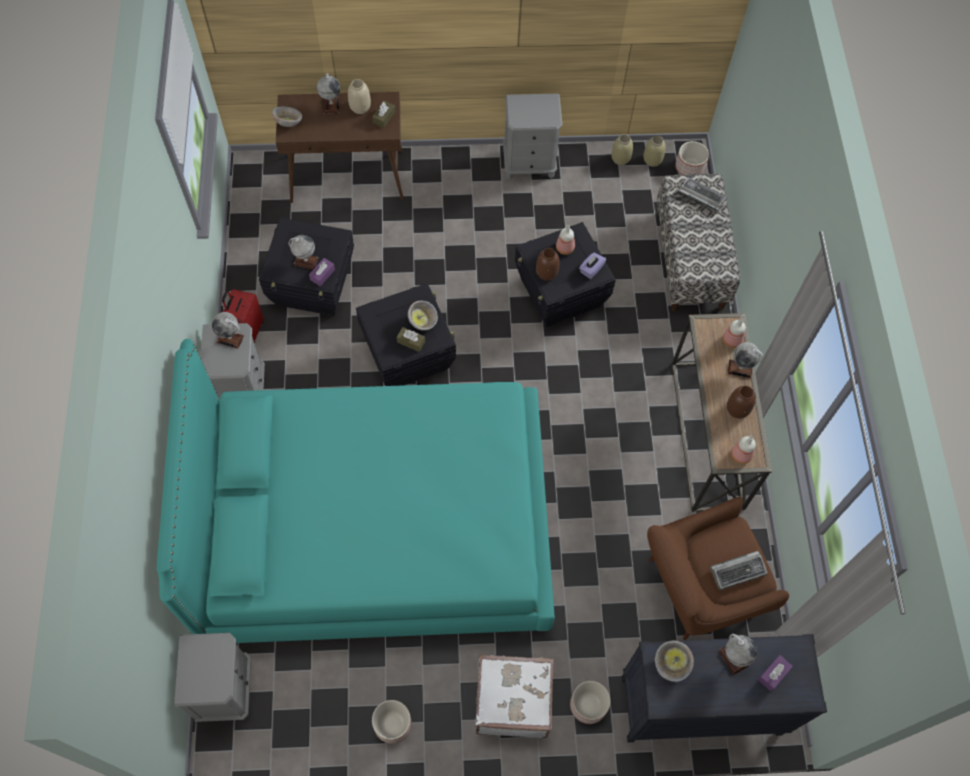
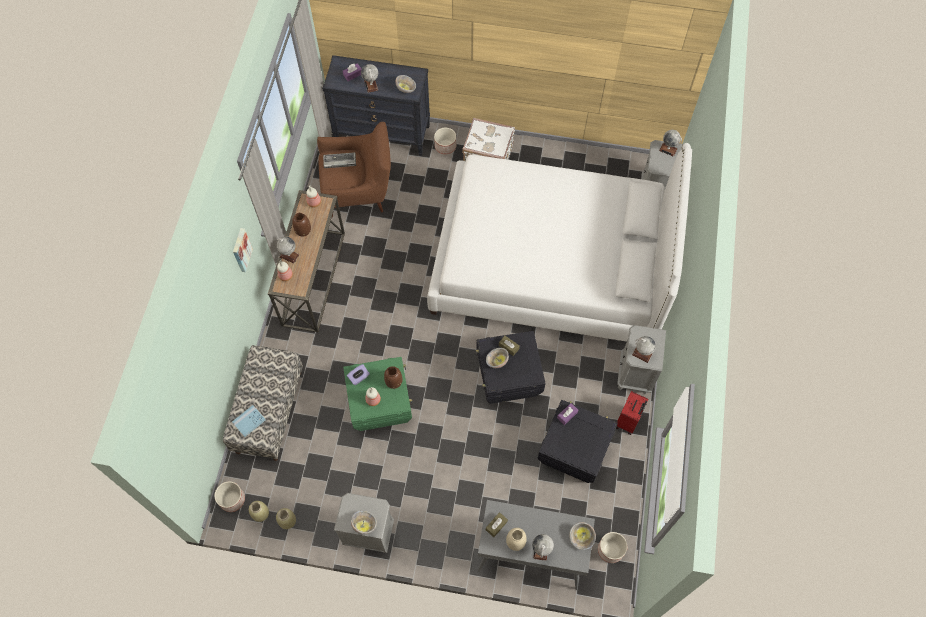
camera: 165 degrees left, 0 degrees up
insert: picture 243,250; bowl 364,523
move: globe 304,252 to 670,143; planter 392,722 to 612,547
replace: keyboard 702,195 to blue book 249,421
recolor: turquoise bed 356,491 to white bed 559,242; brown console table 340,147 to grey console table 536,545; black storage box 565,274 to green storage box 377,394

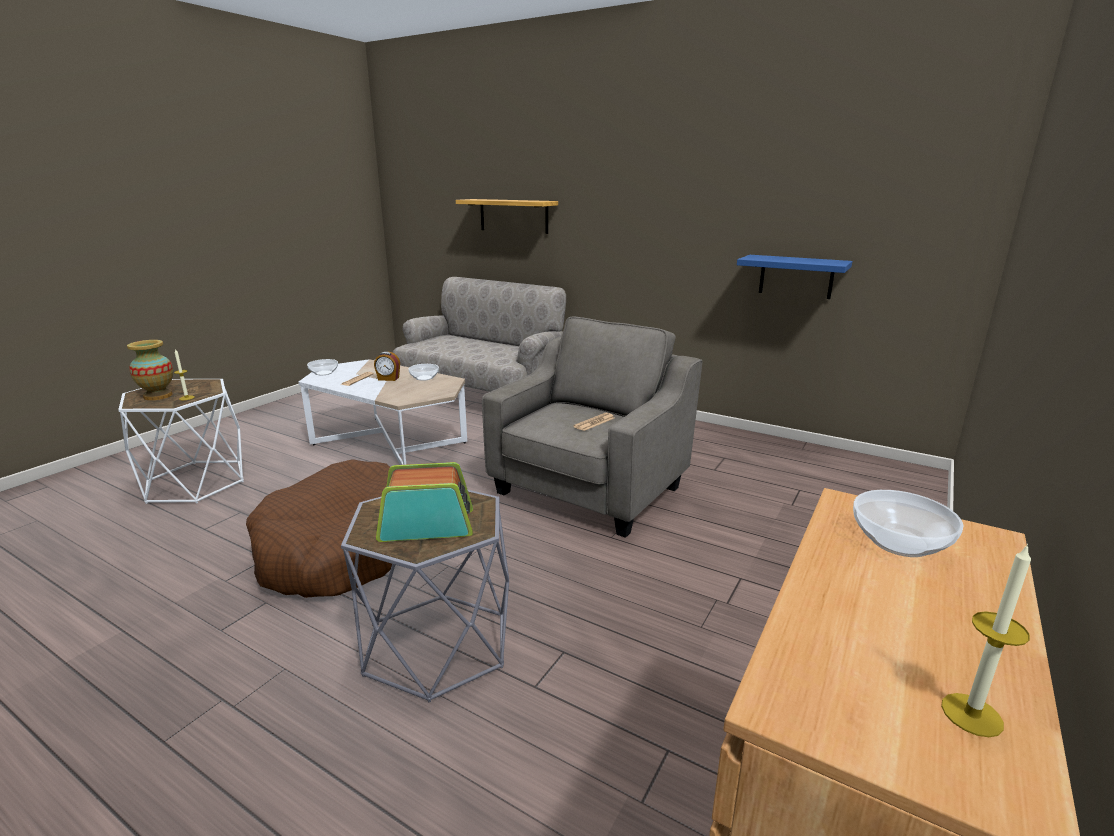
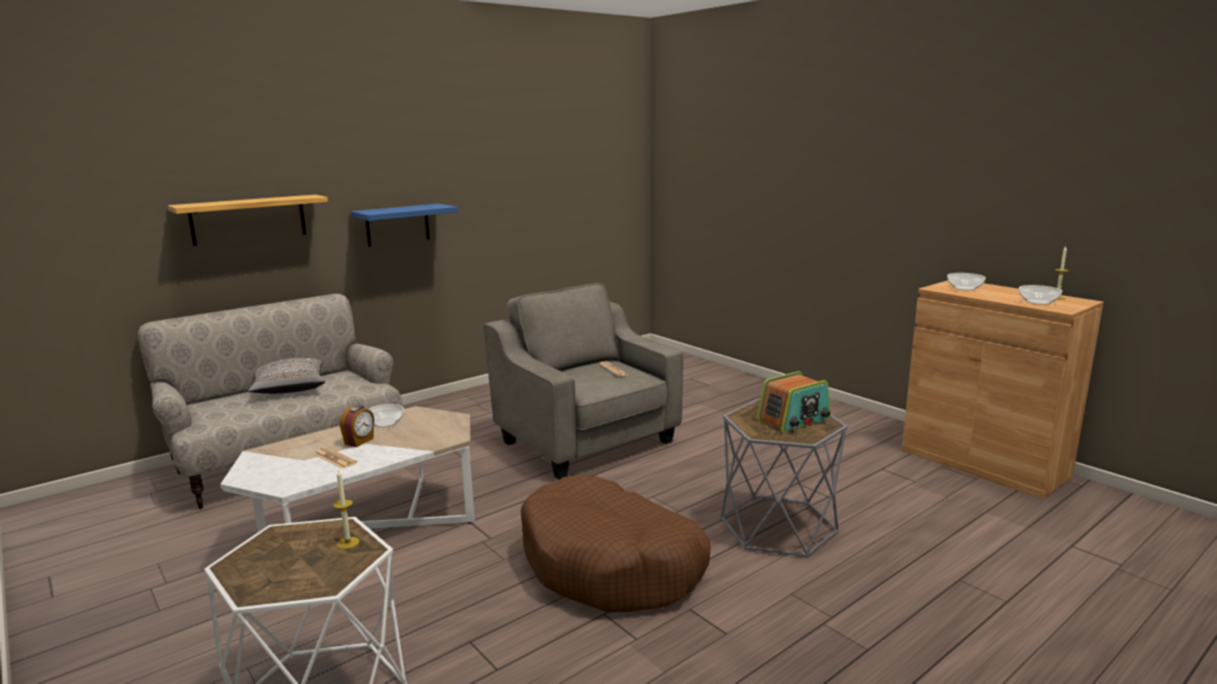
camera: 70 degrees left, 5 degrees down
delete: vase 150,370
insert: grey pillow 286,376
move: bowl 322,367 to 1040,295; blue shelf 794,277 to 404,225
rotate: radio 424,502 = 793,402 135 degrees counterclockwise

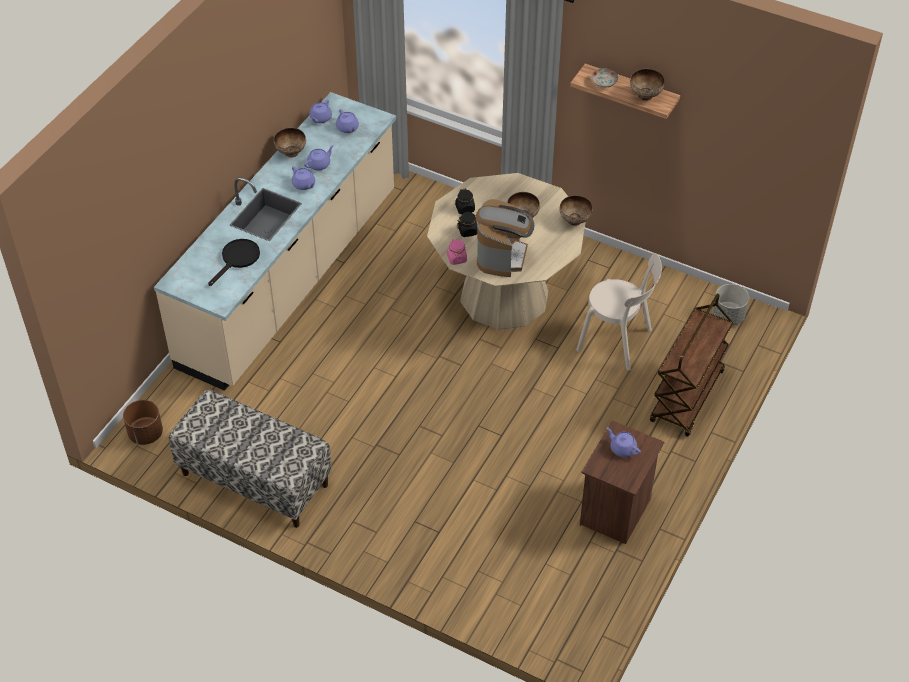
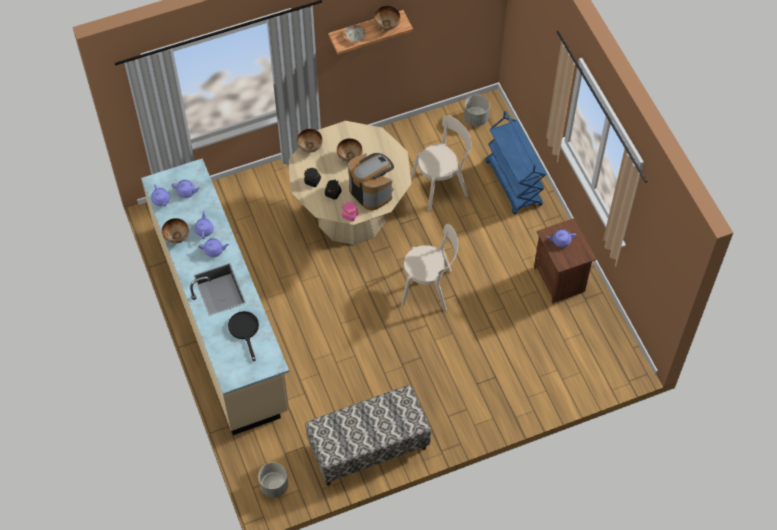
camera: 50 degrees left, 10 degrees up
insert: beige chair 429,267
move: bowl 576,210 to 310,140
recolor: brown planter 143,422 to grey planter 273,480; brown cart 691,364 to blue cart 515,163

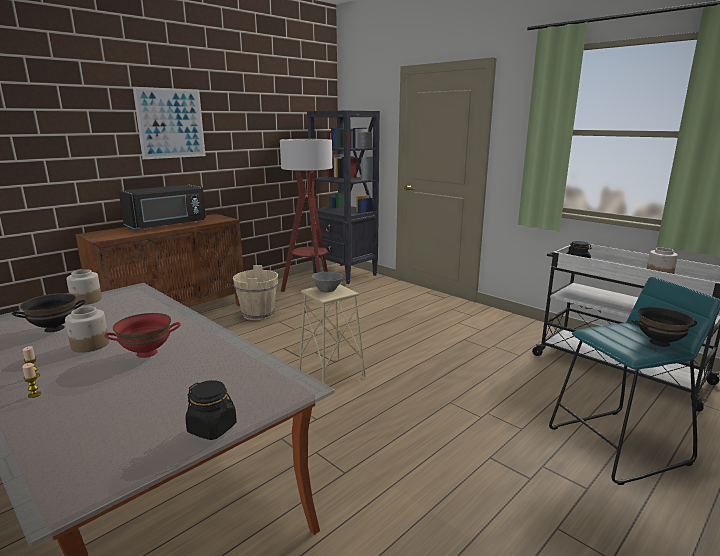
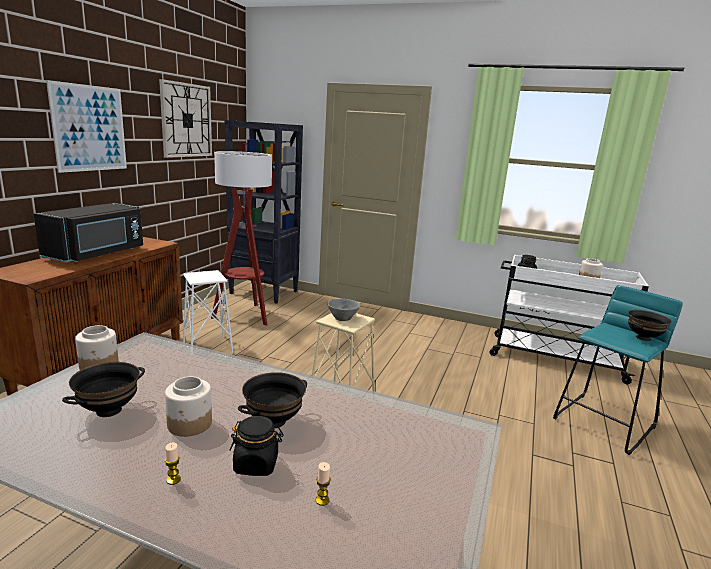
camera: 25 degrees left, 0 degrees up
insert: wall clock 185,118
move: candle 31,380 to 323,484; black jar 211,410 to 257,446
replace: beige bucket 255,292 to white stool 208,312
recolor: red bowl 142,335 to black bowl 272,400

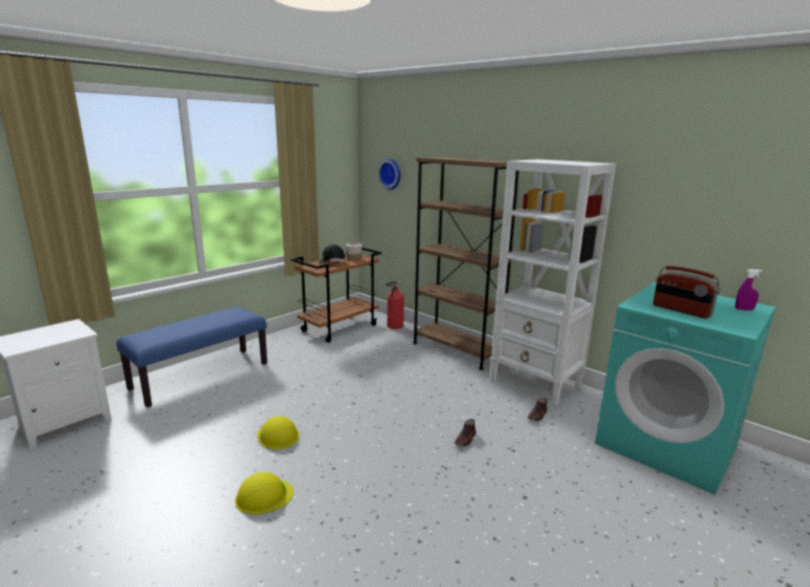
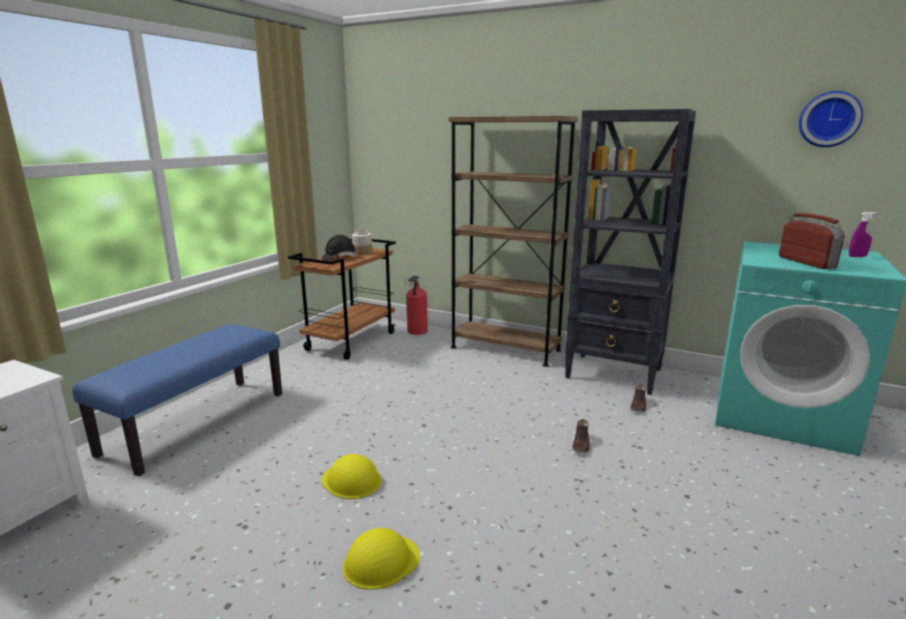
camera: 15 degrees left, 0 degrees up
move: wall clock 389,174 to 831,119
recolor: white bookcase 553,283 to black bookcase 630,252
rotate: radio 686,292 = 812,241 135 degrees counterclockwise

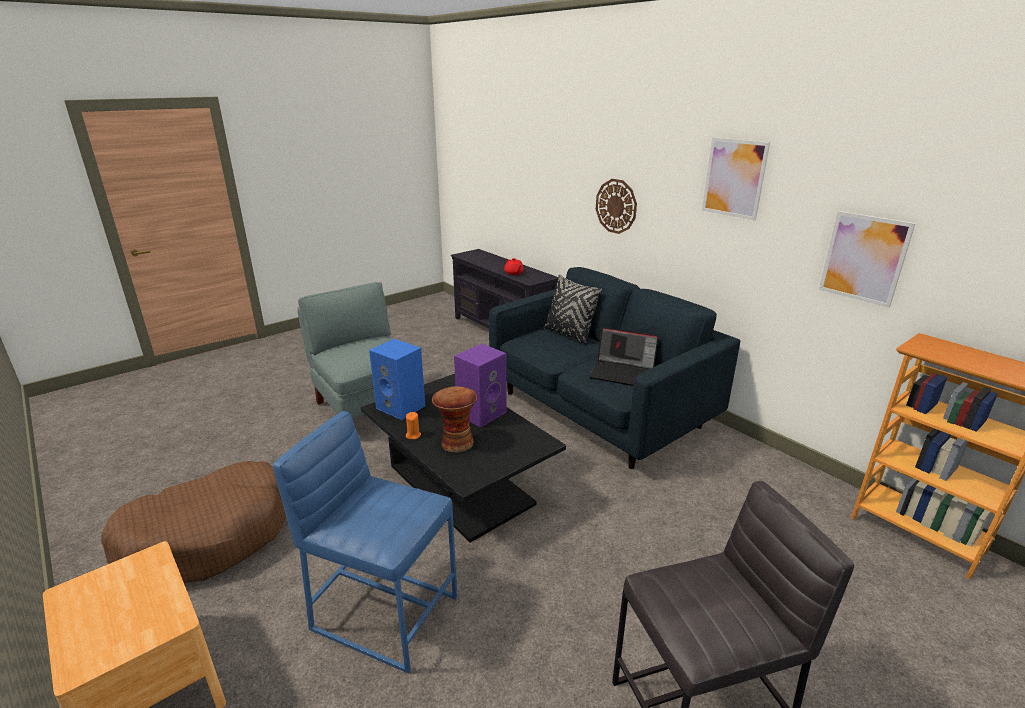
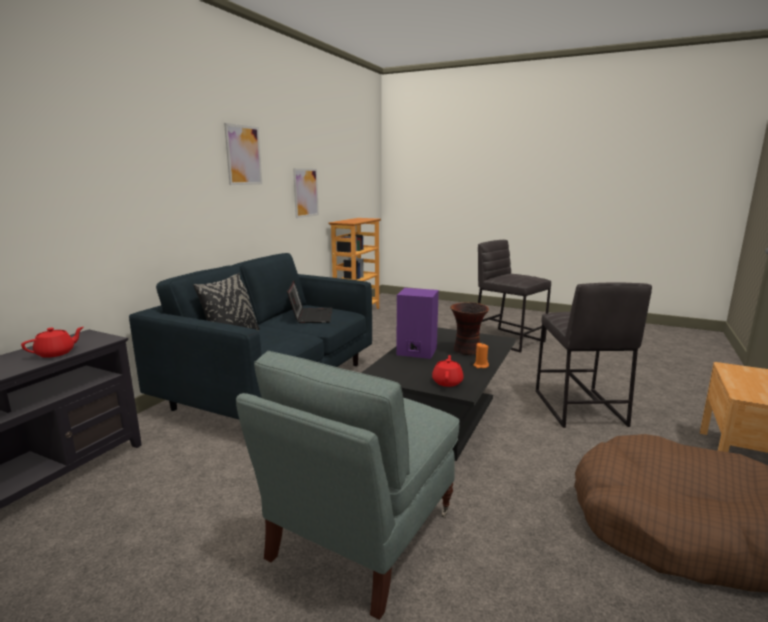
camera: 115 degrees left, 10 degrees down
delete: wall clock 616,206
replace: blue speaker 397,379 to red teapot 448,371
recolor: blue stool 365,542 to grey stool 594,355

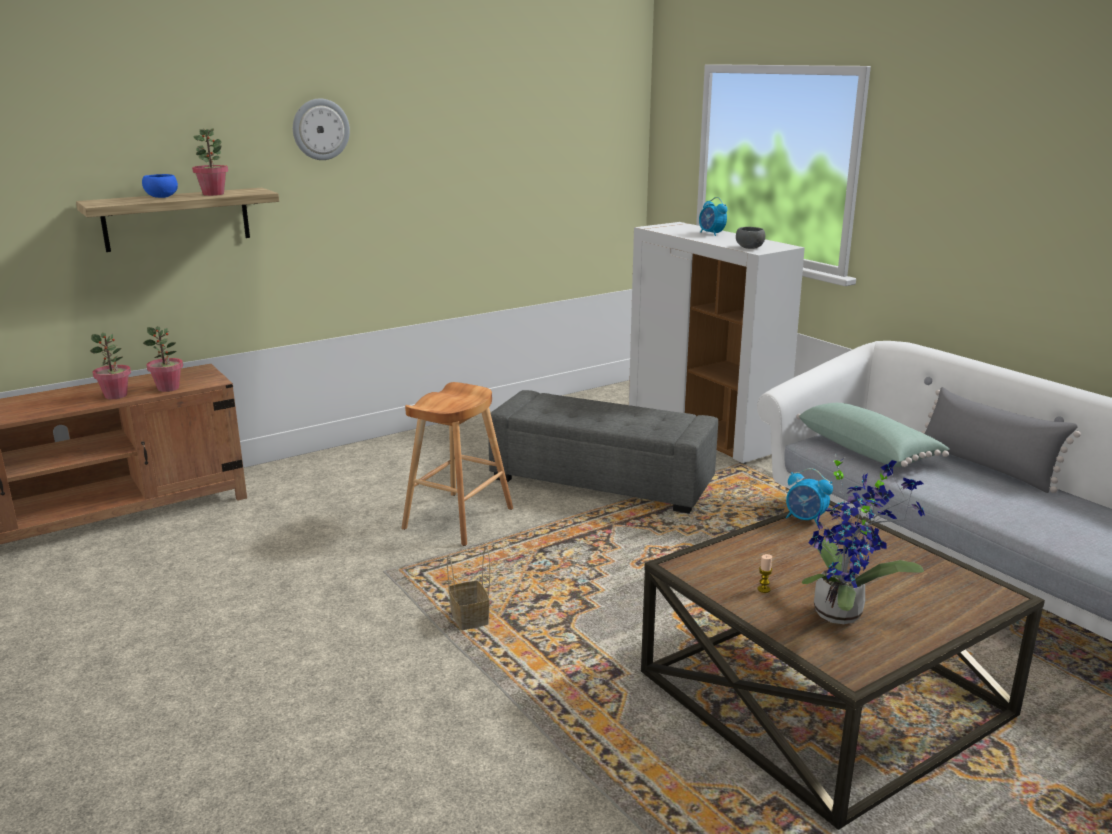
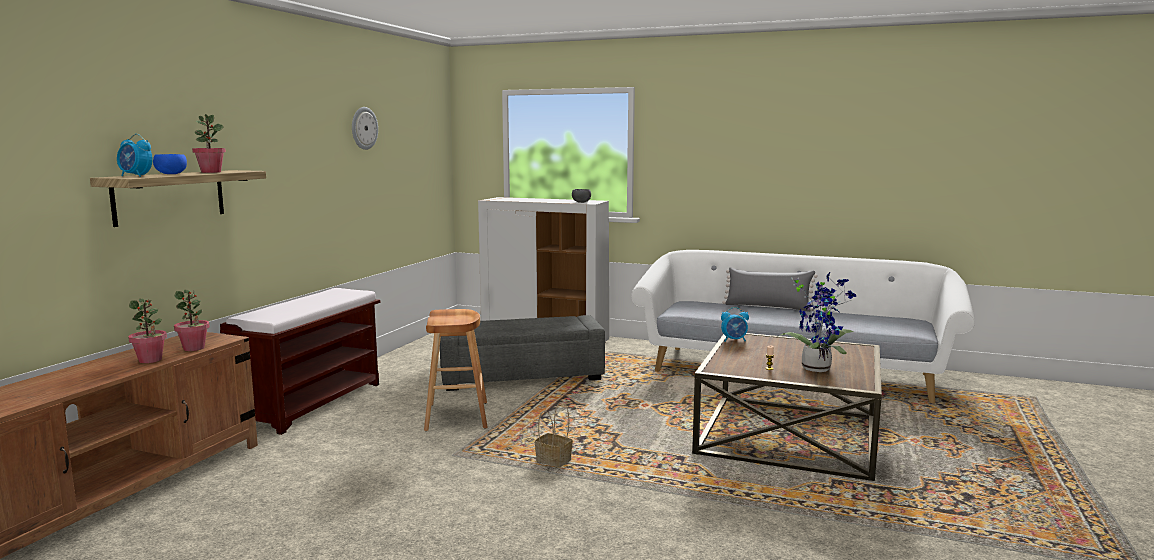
camera: 35 degrees left, 10 degrees down
delete: green pillow 873,435
insert: brown bench 300,361
move: wall clock 321,129 to 365,128; alarm clock 713,216 to 135,155

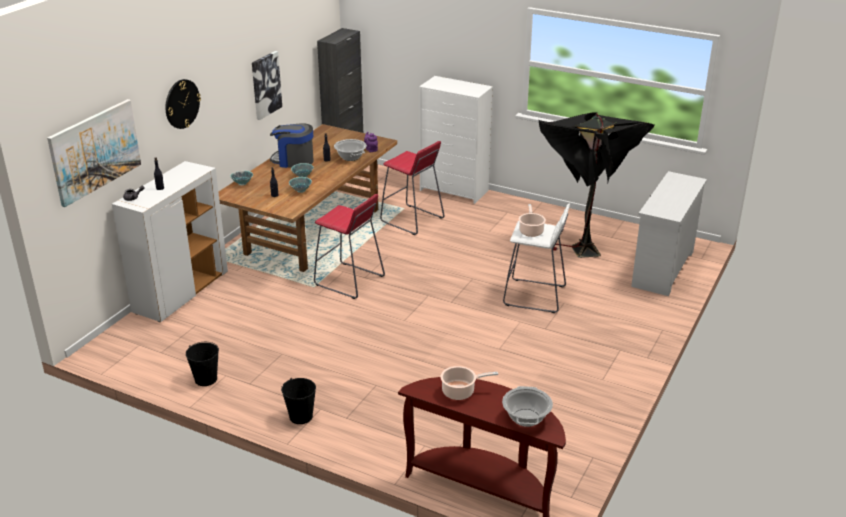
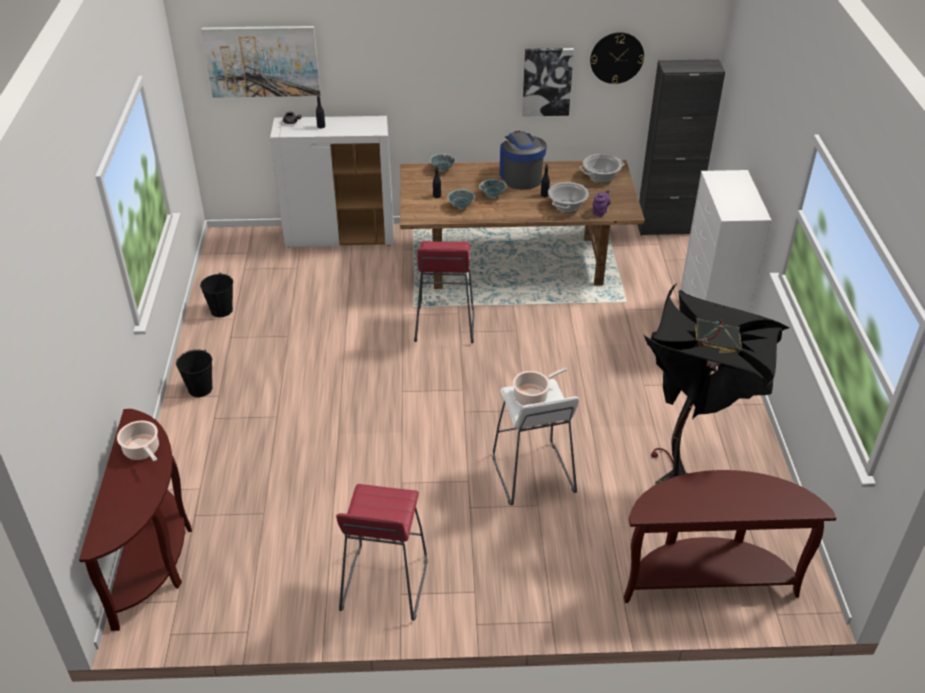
camera: 60 degrees right, 10 degrees up
move: wall clock 183,104 to 617,58; red stool 412,188 to 381,552; cooking pot 527,406 to 602,168
replace: white dresser 669,233 to brown console table 730,536

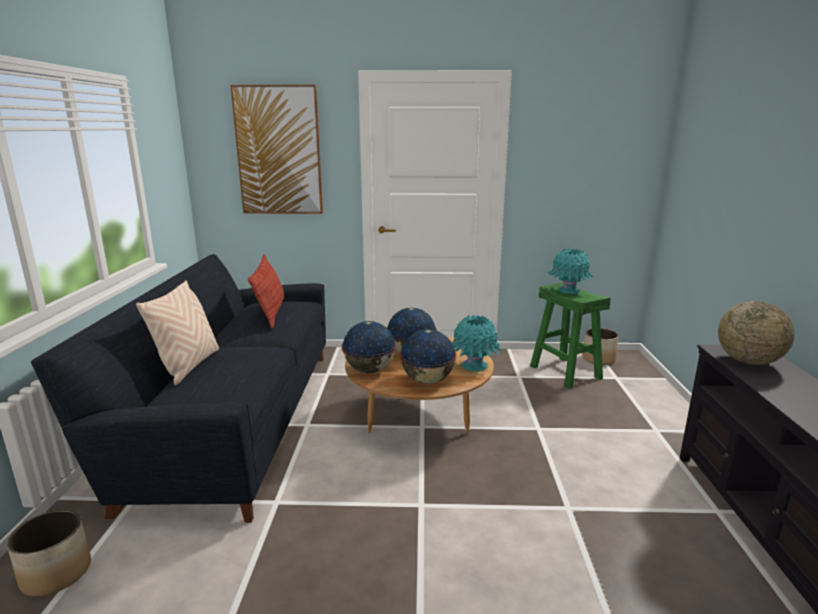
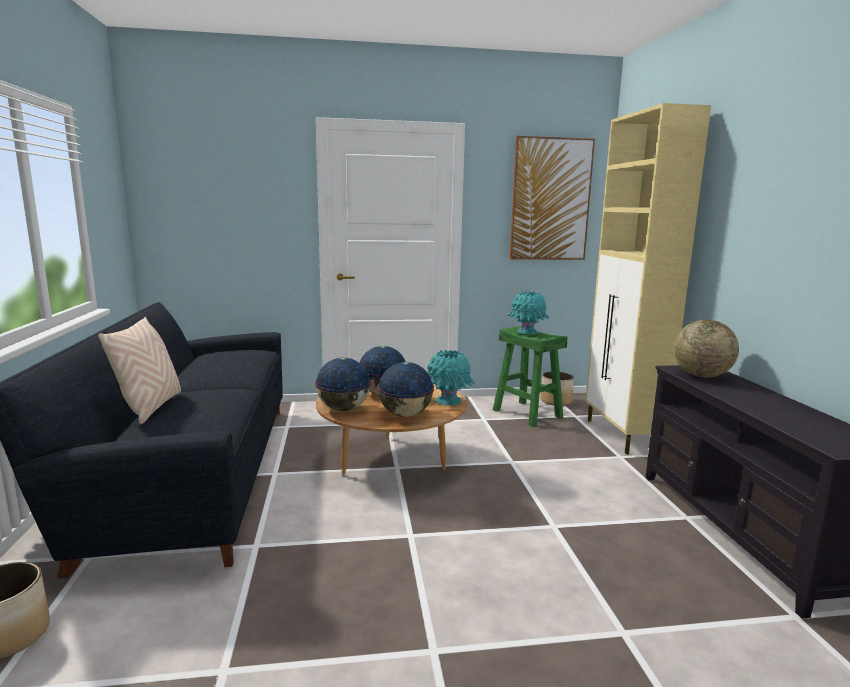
camera: 10 degrees left, 5 degrees down
delete: pillow 266,291
insert: beige cabinet 648,278
move: picture 276,149 to 552,198

